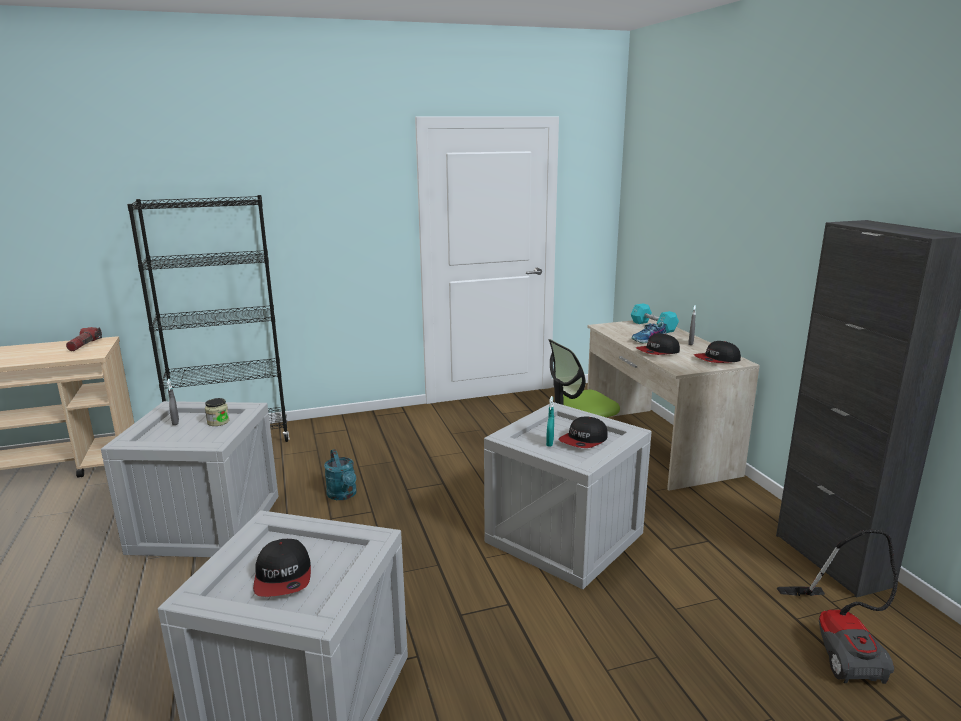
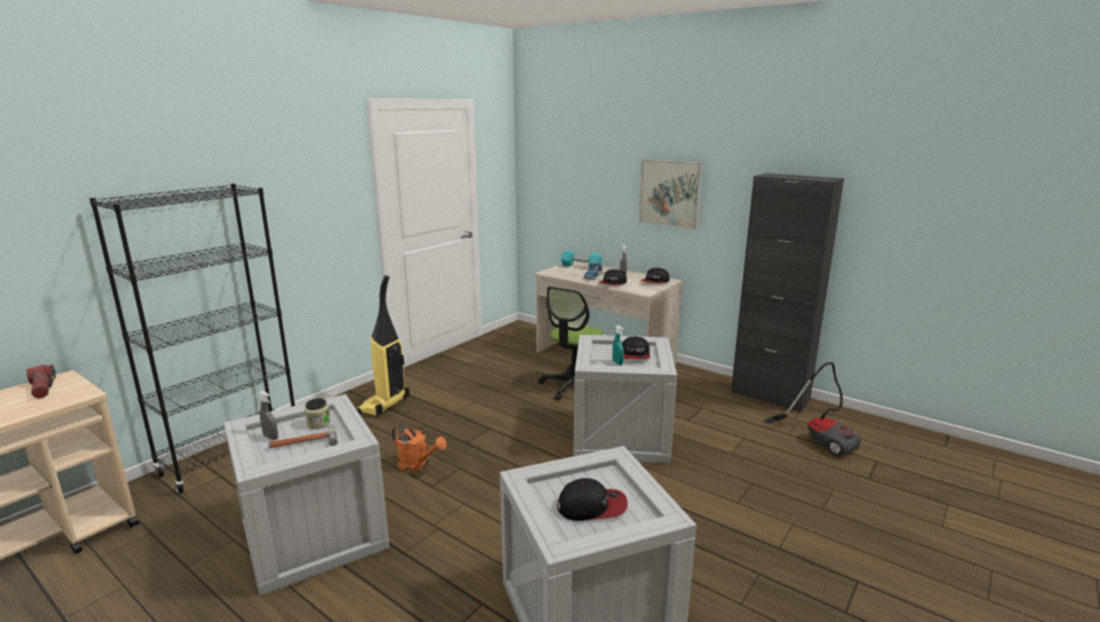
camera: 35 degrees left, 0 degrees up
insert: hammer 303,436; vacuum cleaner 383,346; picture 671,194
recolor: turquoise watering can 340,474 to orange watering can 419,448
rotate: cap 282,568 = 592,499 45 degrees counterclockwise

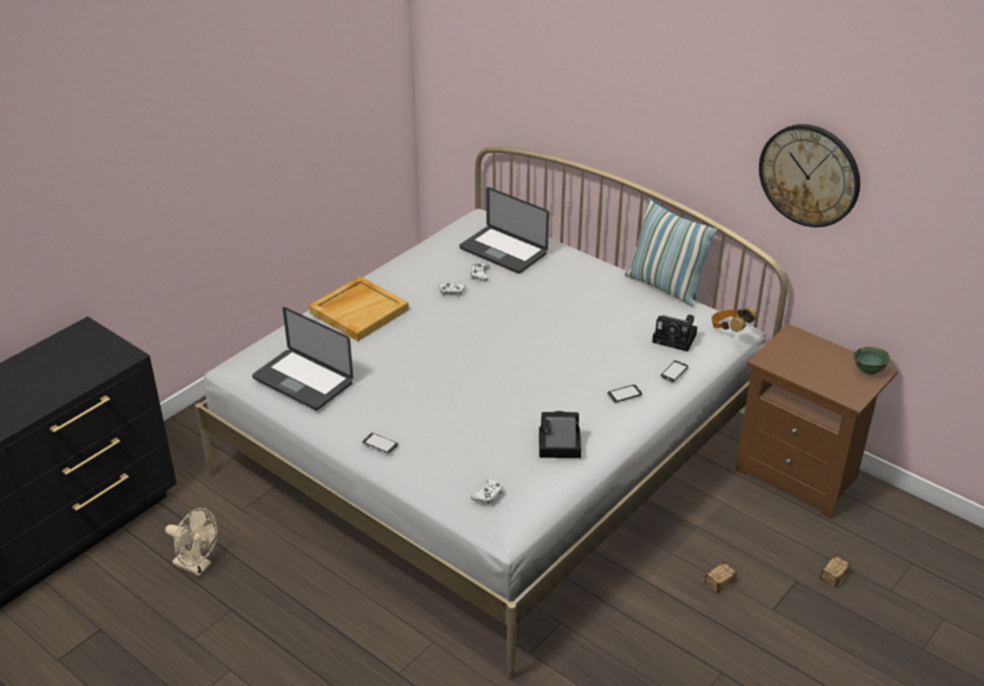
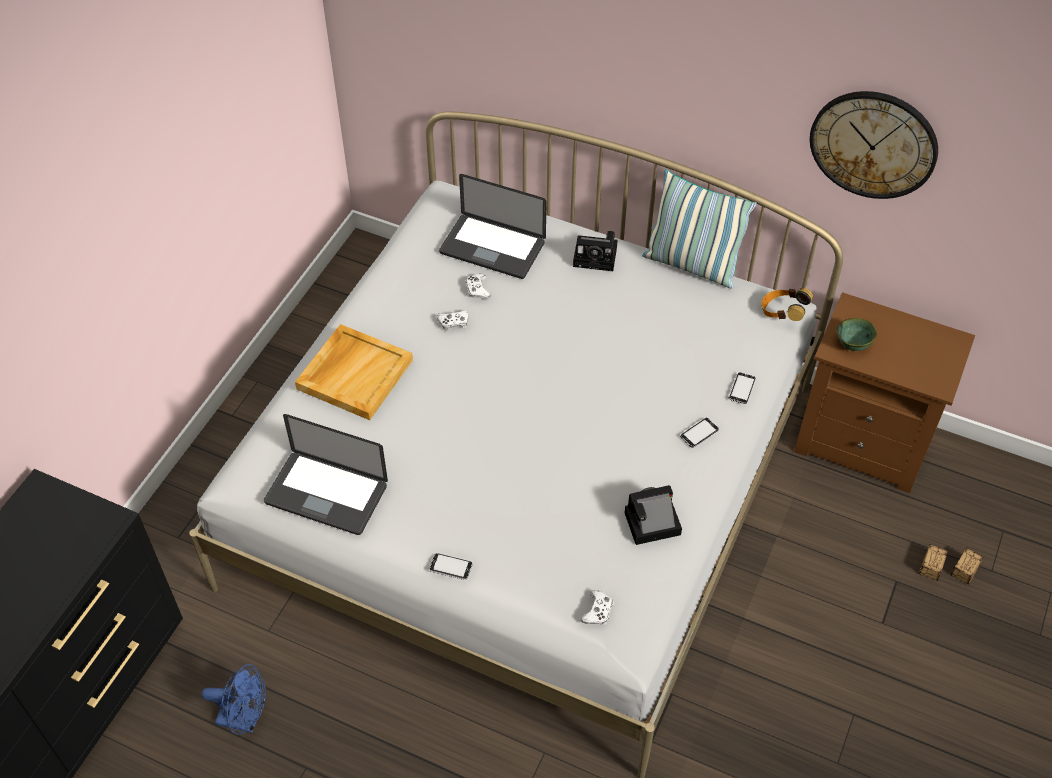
camera: 15 degrees left, 15 degrees up
move: photo camera 674,333 to 595,251; storage box 721,578 to 967,566; green bowl 871,361 to 857,334
recolor: beige fan 191,542 to blue fan 234,699

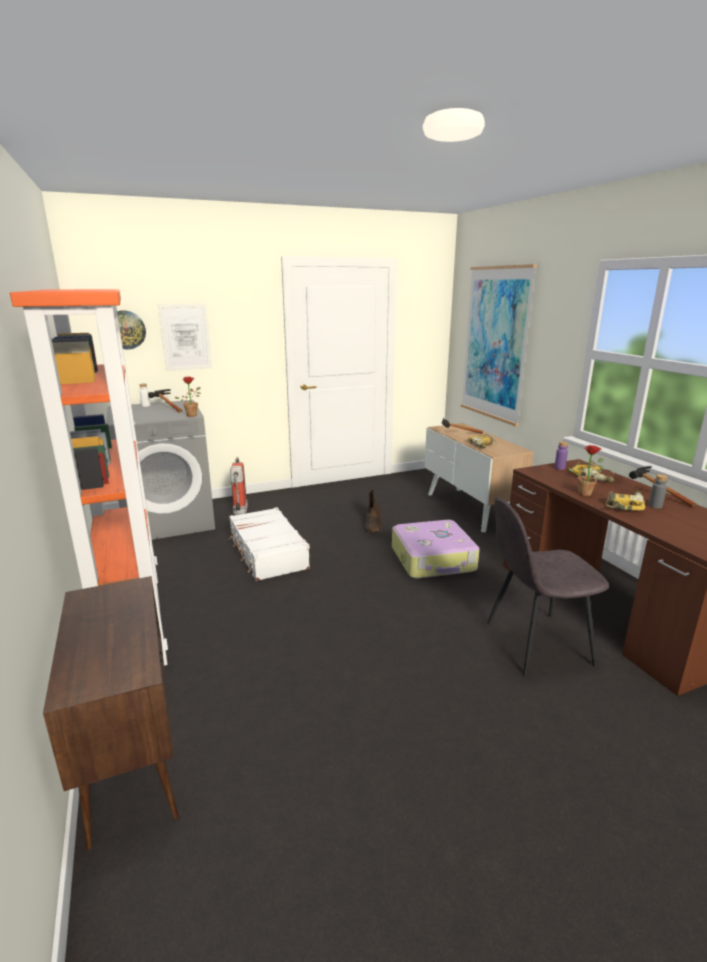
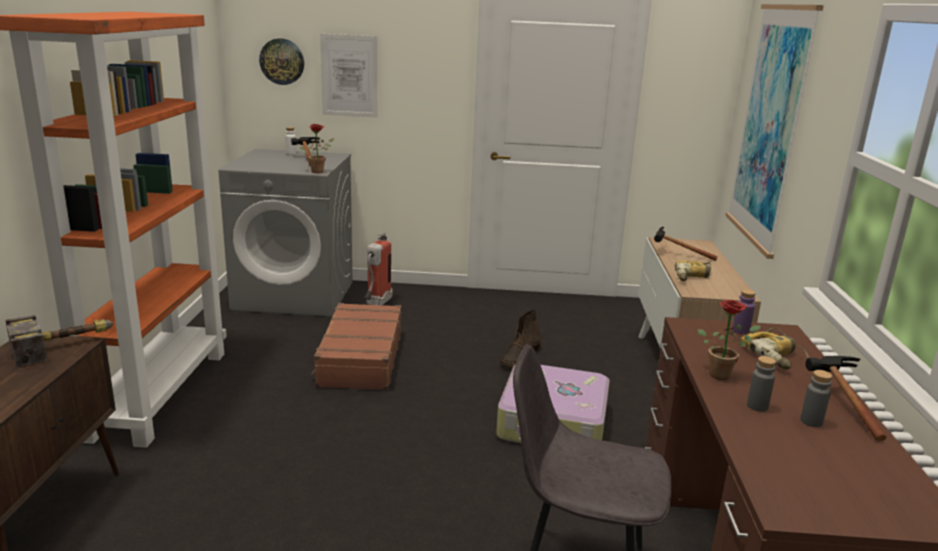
camera: 25 degrees right, 0 degrees up
insert: hammer 59,341
replace: power drill 625,500 to grey bottle 761,384
recolor: white suitcase 269,544 to brown suitcase 356,346

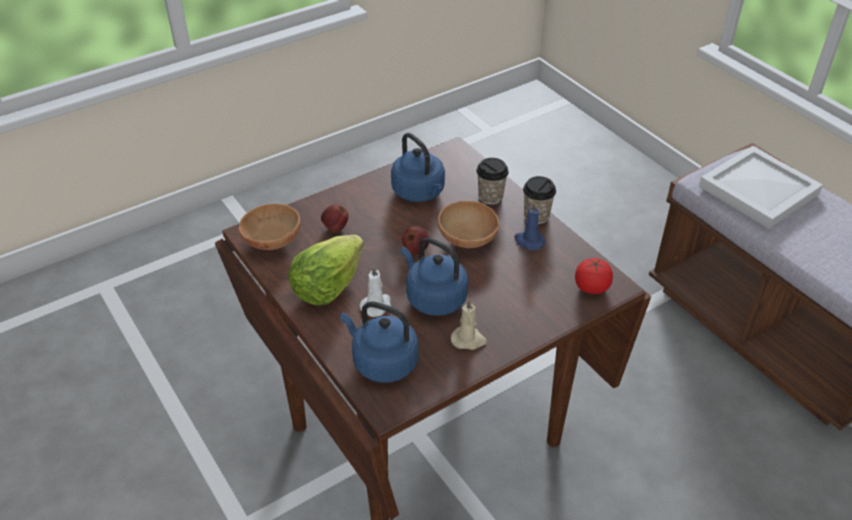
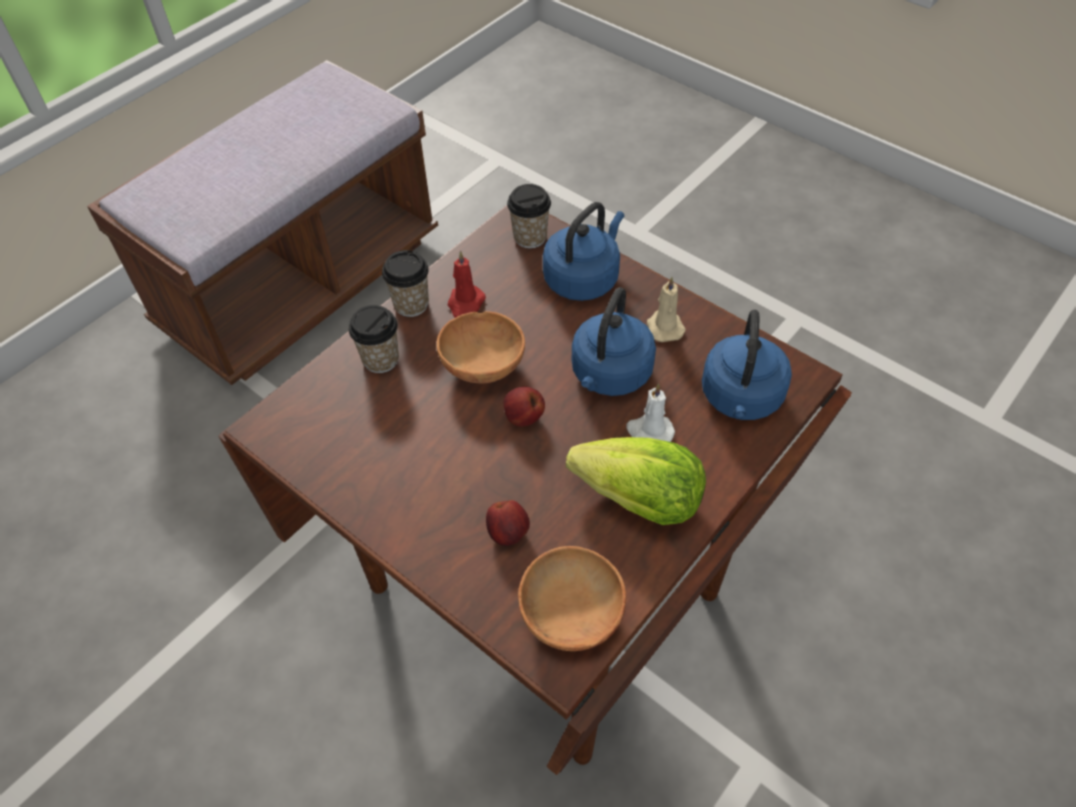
camera: 105 degrees left, 10 degrees up
delete: white tray 761,187
move: blue kettle 418,167 to 583,251
replace: tomato 594,276 to cup 529,216
recolor: blue candle 529,225 to red candle 467,284

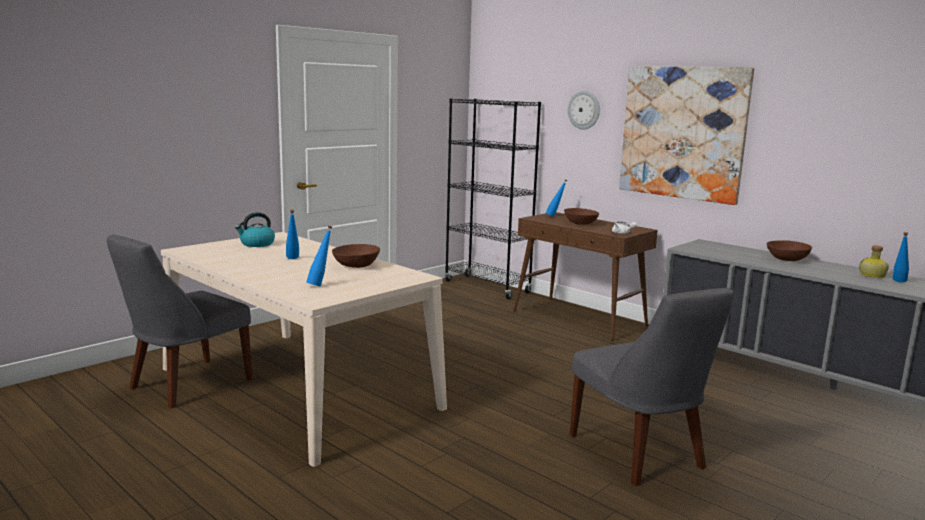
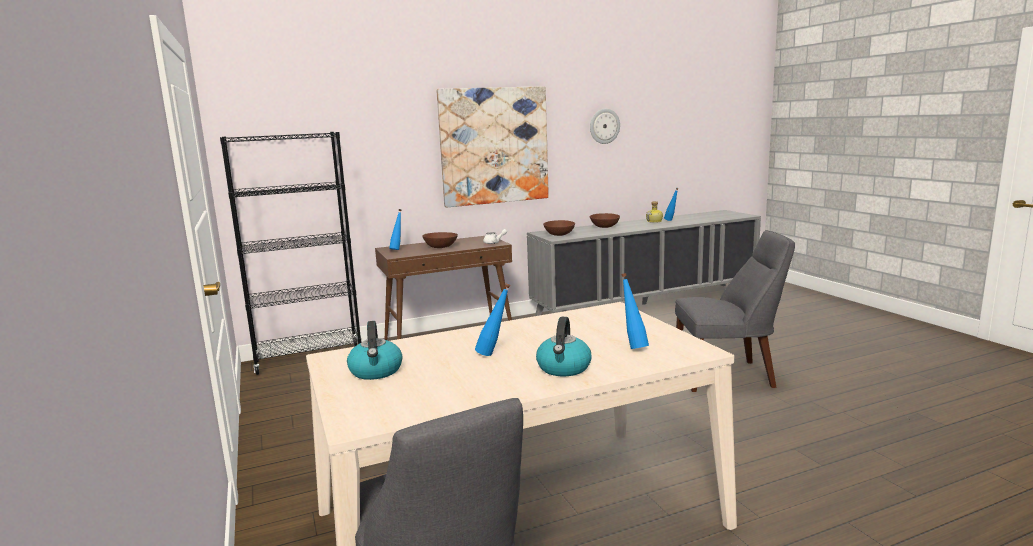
camera: 65 degrees left, 0 degrees up
insert: kettle 564,346
move: brown bowl 356,256 to 559,228; wall clock 584,110 to 605,126

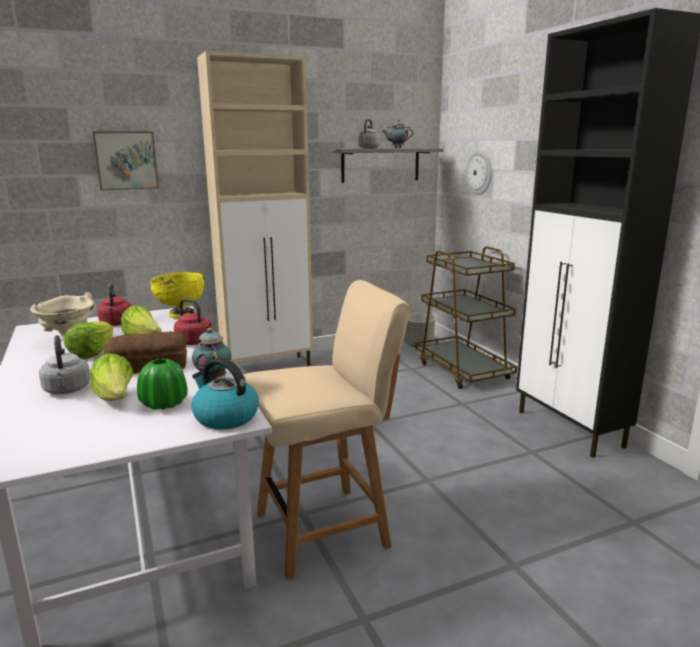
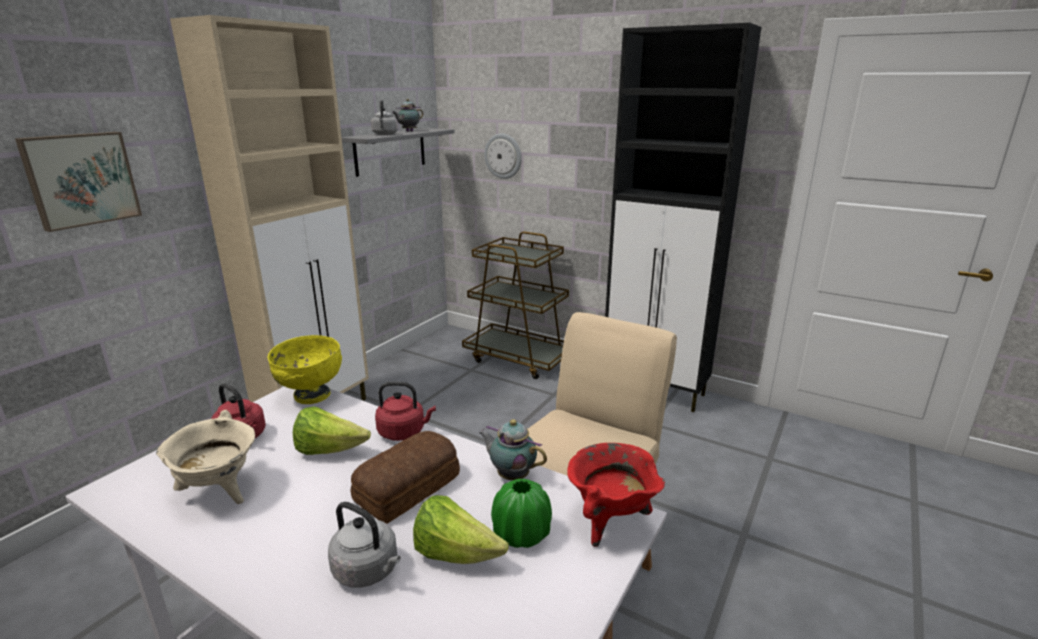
camera: 35 degrees left, 5 degrees up
delete: lettuce 88,340; grey planter 419,330
replace: kettle 225,393 to red cooking pot 616,495

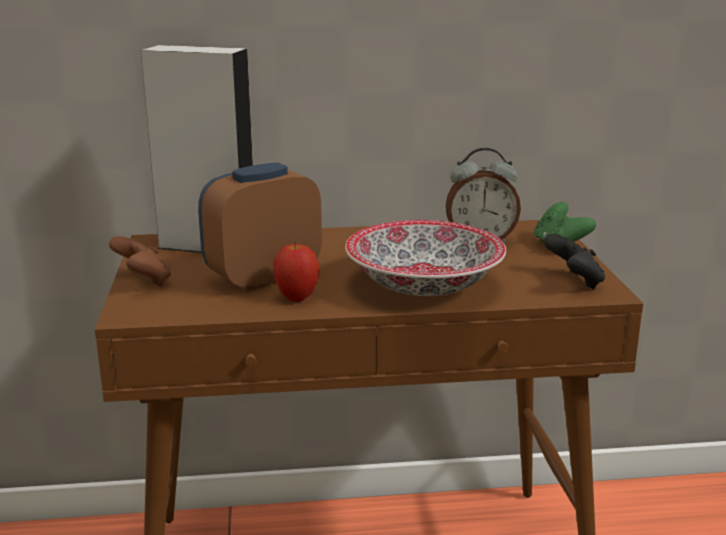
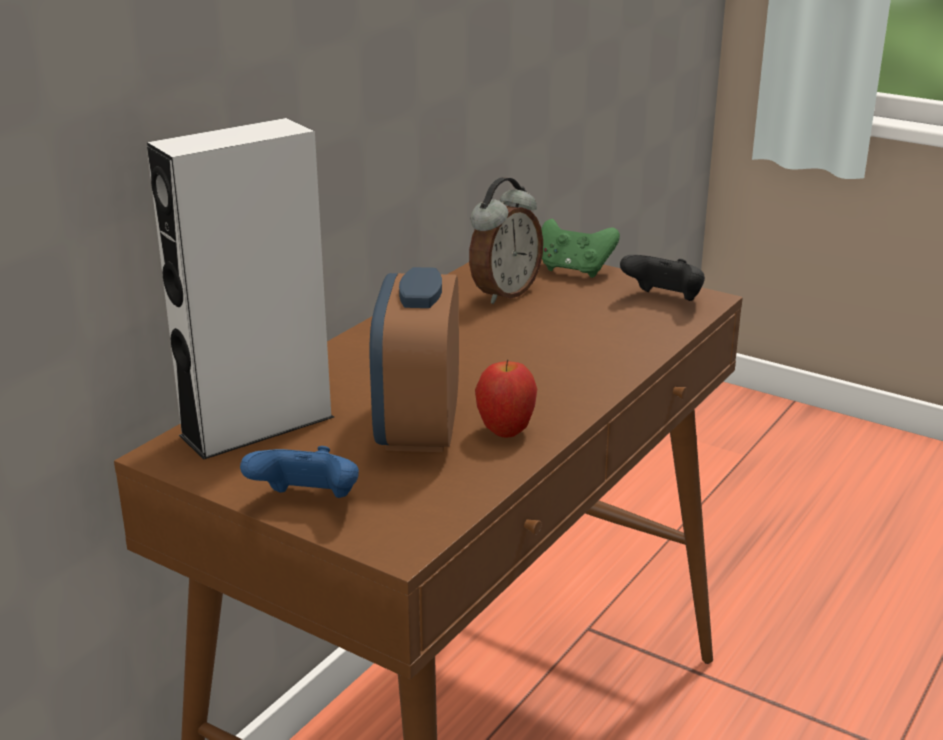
camera: 50 degrees left, 5 degrees up
delete: bowl 425,258
recolor: brown game controller 140,261 to blue game controller 299,472

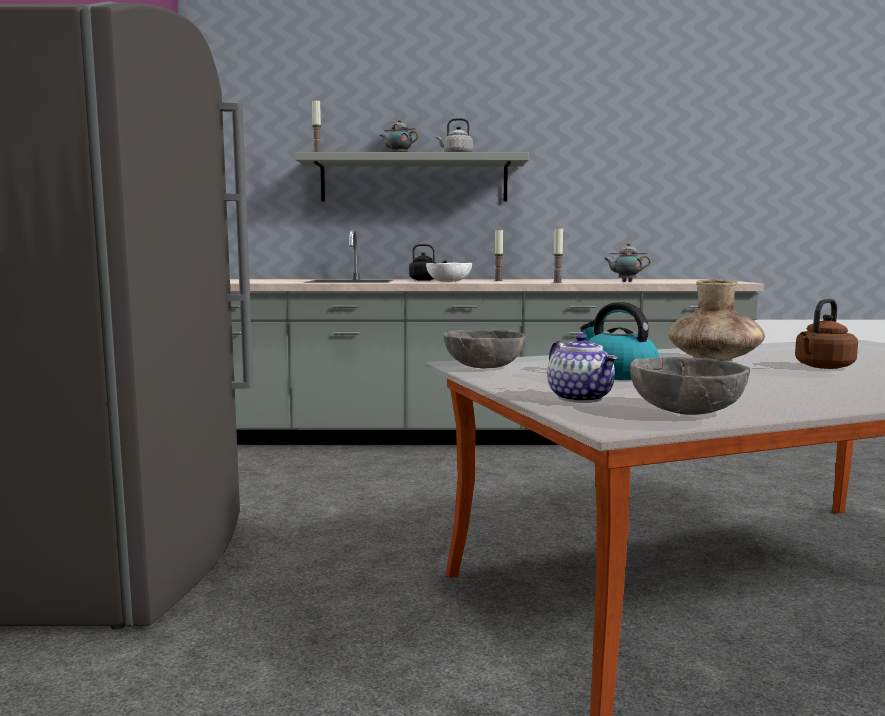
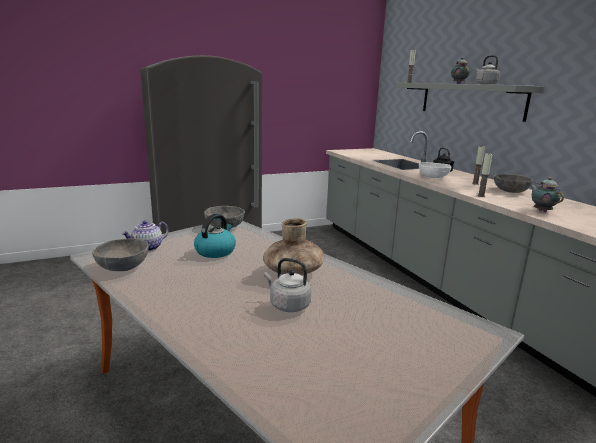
camera: 65 degrees right, 10 degrees up
insert: grey bowl 513,183
recolor: brown kettle 826,334 to grey kettle 287,285

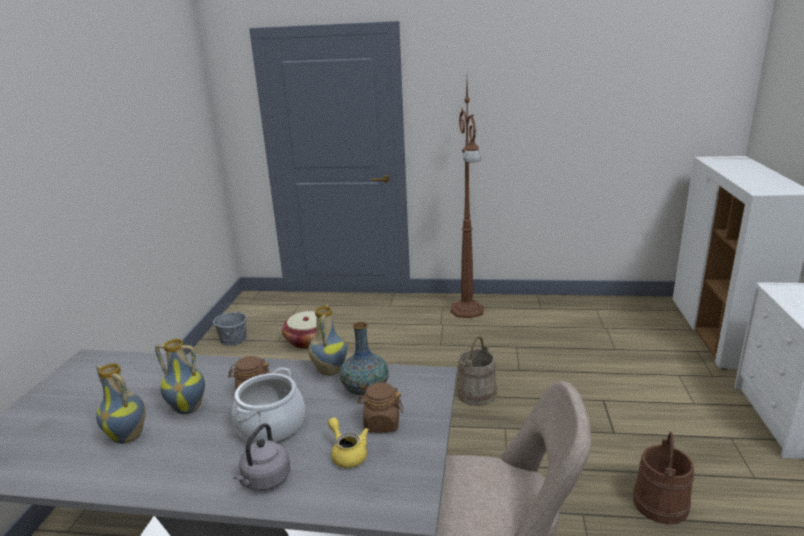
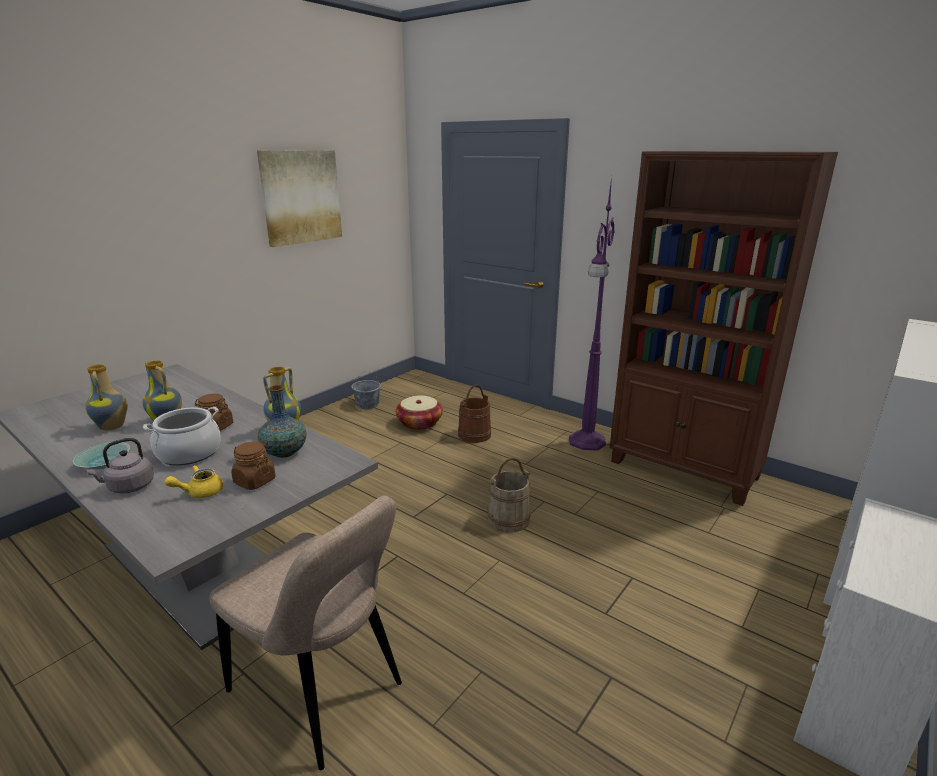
camera: 30 degrees right, 0 degrees up
insert: turquoise bowl 101,456; picture 299,198; brown bookcase 724,328
move: brown bucket 663,478 to 474,414
recolor: brown floor lamp 467,199 to purple floor lamp 592,313
rotate: yellow teapot 348,442 = 193,481 120 degrees counterclockwise

